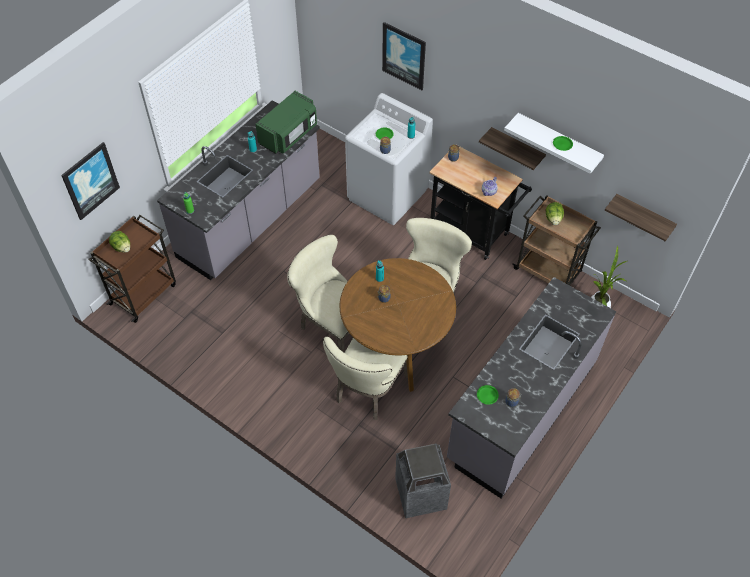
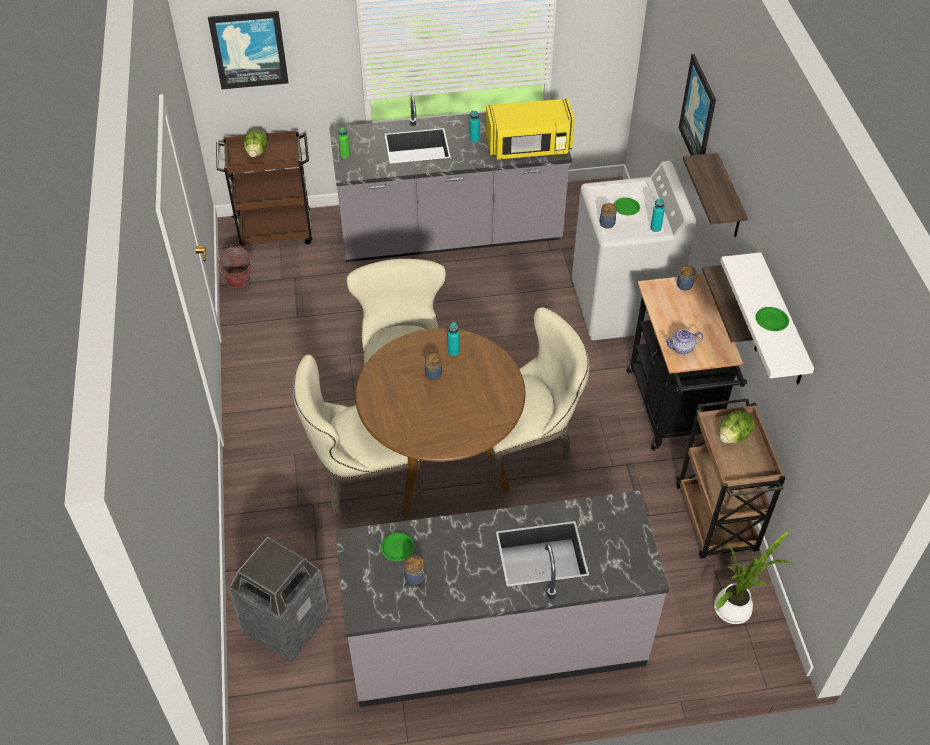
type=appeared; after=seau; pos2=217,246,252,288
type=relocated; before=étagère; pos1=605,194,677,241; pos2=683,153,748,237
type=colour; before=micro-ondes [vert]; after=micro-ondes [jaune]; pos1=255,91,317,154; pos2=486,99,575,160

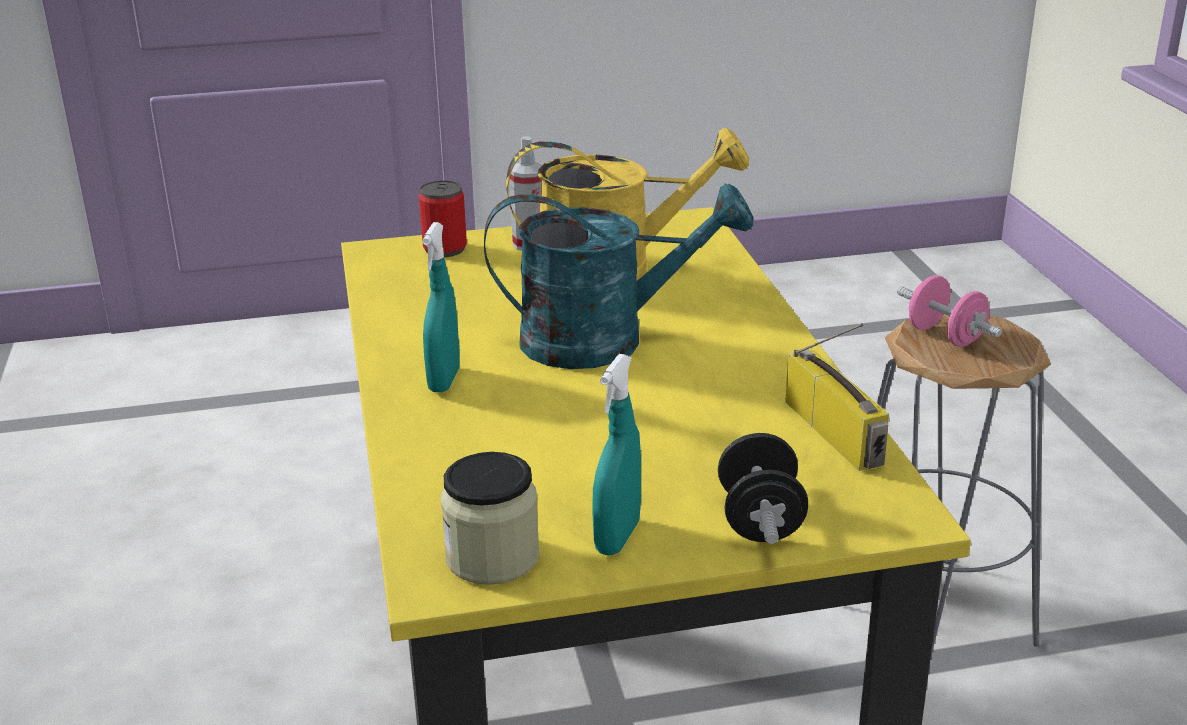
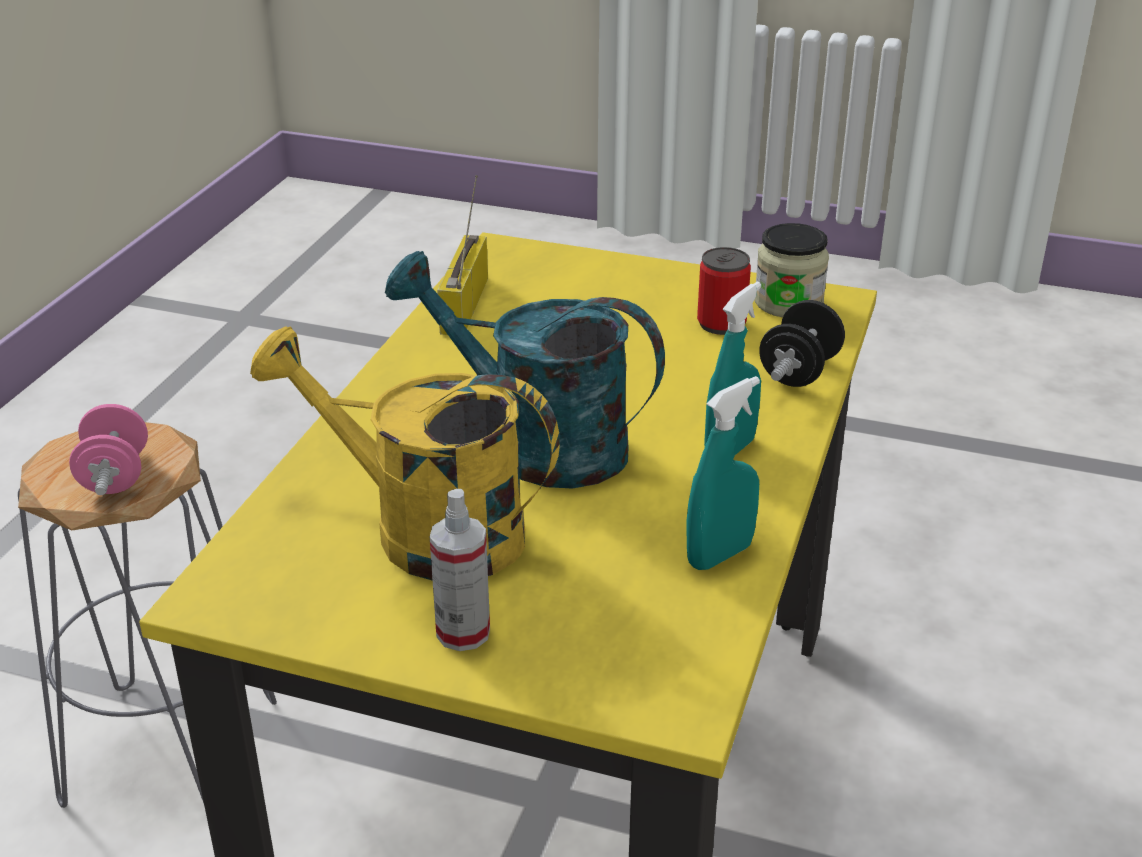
type=relocated; before=boîte métallique; pos1=419,180,467,257; pos2=697,247,751,335
type=relocated; before=vaporisateur [turquoise]; pos1=592,354,641,555; pos2=687,376,760,570
type=relocated; before=haltère [noir]; pos1=718,433,808,544; pos2=759,300,845,387

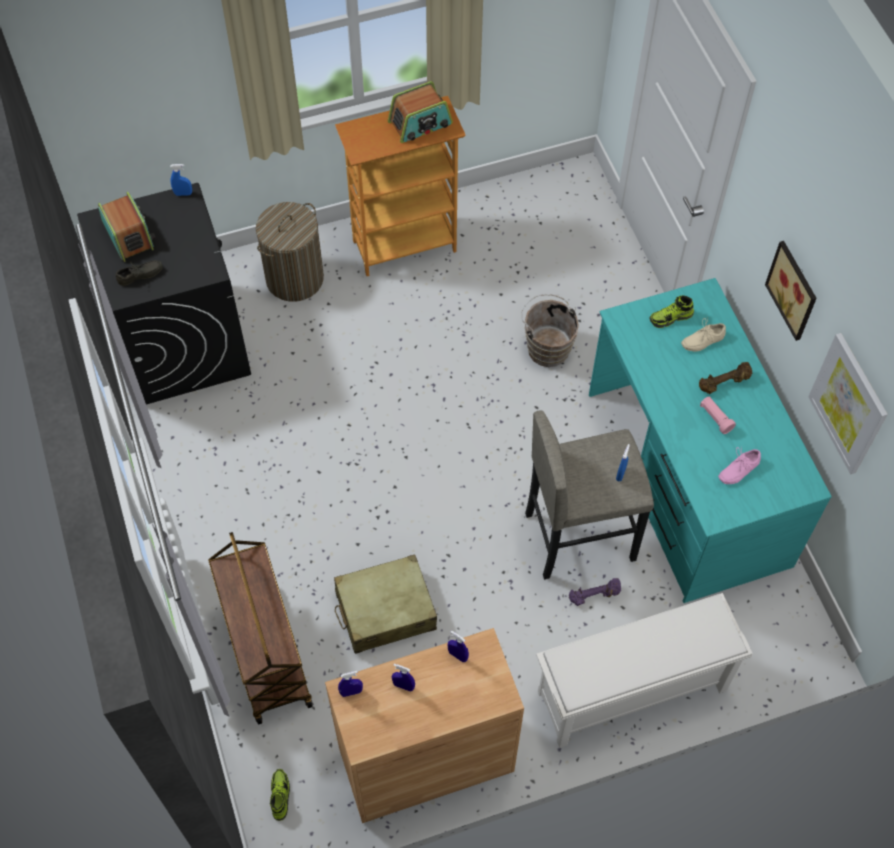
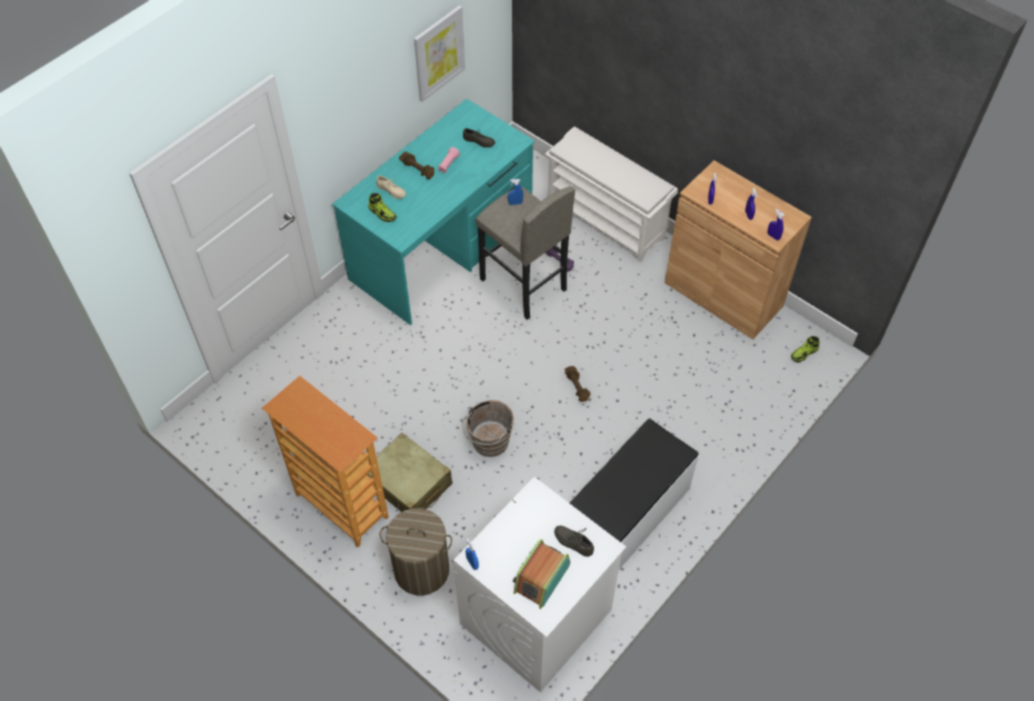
type=missing; before=chariot [marron]; pos1=208,532,312,725
type=missing; before=radio; pos1=388,81,453,143
type=missing; before=tableau; pos1=765,241,817,341
type=appeared; after=haltère [marron]; pos2=564,366,591,402
type=appeared; after=banc [blanc]; pos2=570,418,699,569
type=relocated; before=valise [beige]; pos1=334,554,437,654; pos2=368,433,453,512
type=relocated; before=seau [marron]; pos1=521,294,579,367; pos2=462,400,514,457
type=colour; before=lave-linge [noir]; after=lave-linge [blanc]; pos1=77,183,251,405; pos2=453,477,626,693
type=colour; before=chaussure [rose]; after=chaussure [gris]; pos1=718,446,761,484; pos2=463,128,495,148

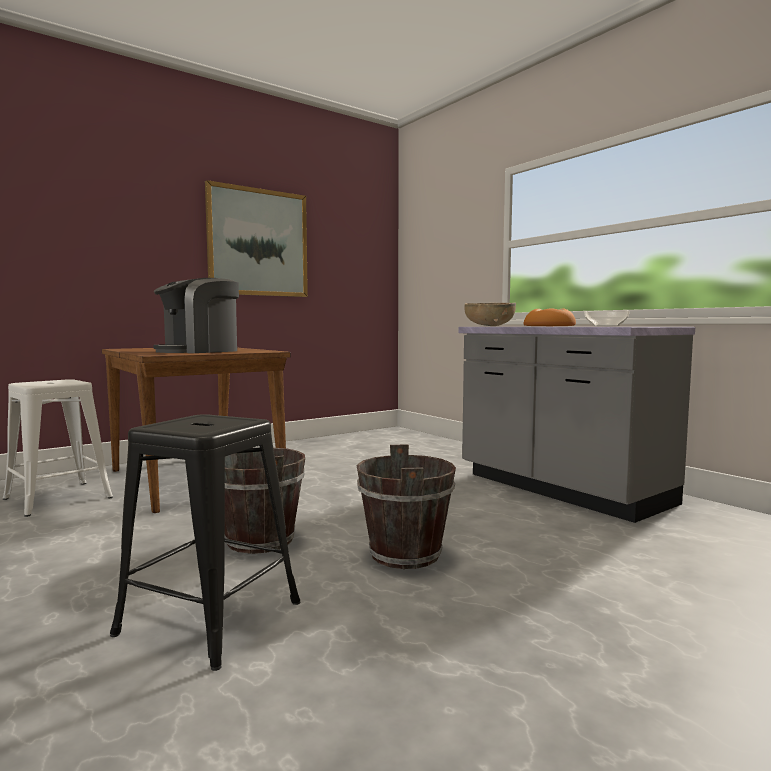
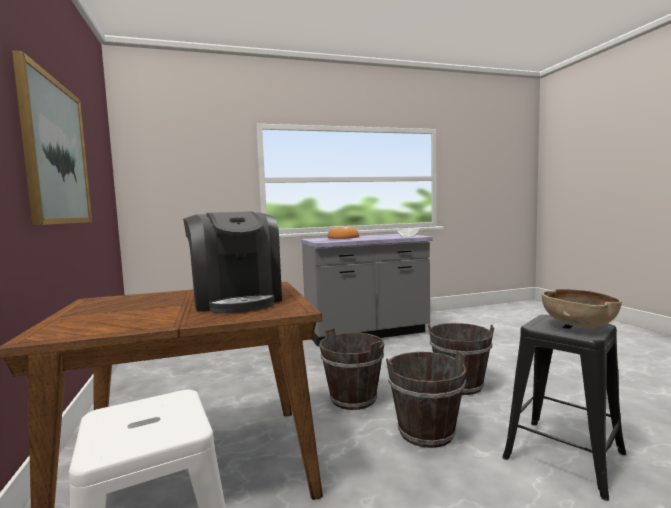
type=appeared; after=seau [marron]; pos2=319,328,384,410
type=relocated; before=bol [marron]; pos1=464,303,516,326; pos2=542,289,622,328

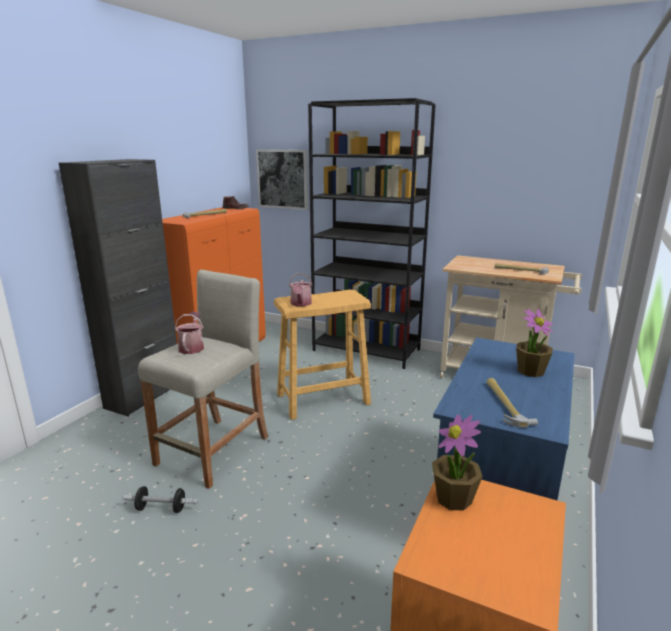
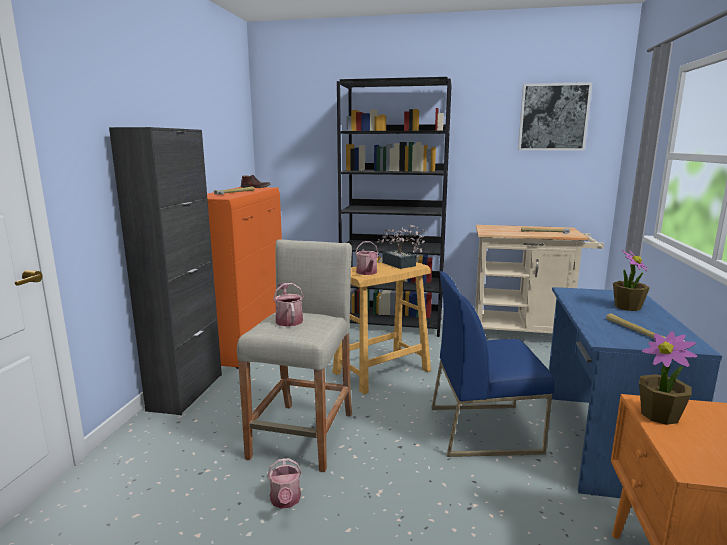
type=appeared; after=plante en pot; pos2=377,225,427,269
type=appeared; after=chaise [bleu]; pos2=431,271,555,457
type=relocated; before=tableau; pos1=256,149,308,210; pos2=518,82,592,150
type=exchanged; before=haltère; after=arrosoir; pos1=122,486,198,513; pos2=267,458,302,509

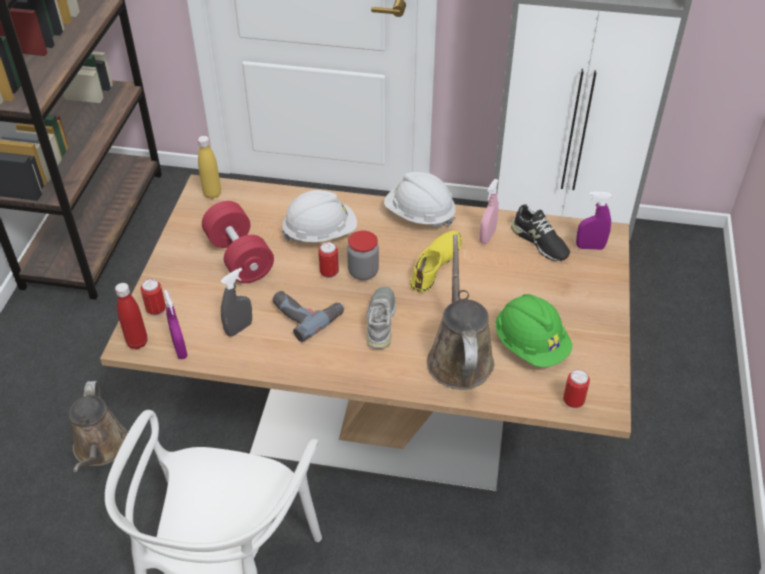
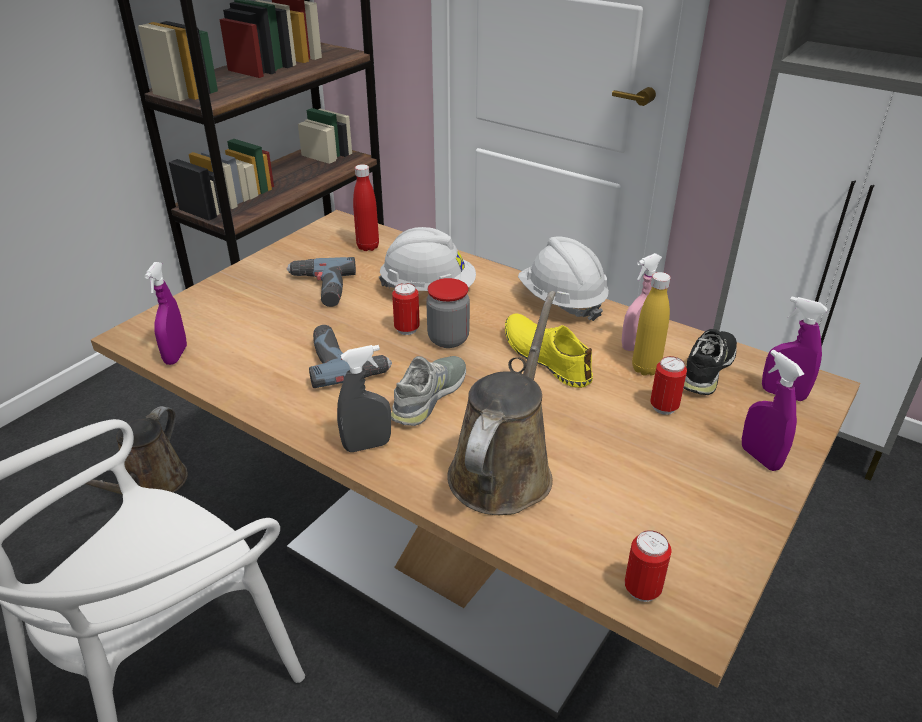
type=missing; before=casque de chantier [vert]; pos1=495,294,572,367
type=appeared; after=vaporisateur [violet]; pos2=742,350,804,471
type=relocated; before=bouteille [rouge]; pos1=115,283,147,349; pos2=353,164,379,251
type=relocated; before=boîte métallique; pos1=141,279,166,316; pos2=650,356,687,415
type=relocated; before=bouteille [jaune]; pos1=198,136,221,199; pos2=632,272,671,376
type=relocated; before=vaporisateur [gris]; pos1=220,267,252,336; pos2=337,345,391,452
type=exchanged; before=haltère [rouge]; after=perceuse; pos1=202,201,274,283; pos2=287,257,356,307
type=spun; before=chaussure [jaune]; pos1=410,231,462,293; pos2=505,314,593,388; turn=-90
type=spun; before=chaussure [noir]; pos1=511,204,570,261; pos2=684,329,737,395; turn=-135

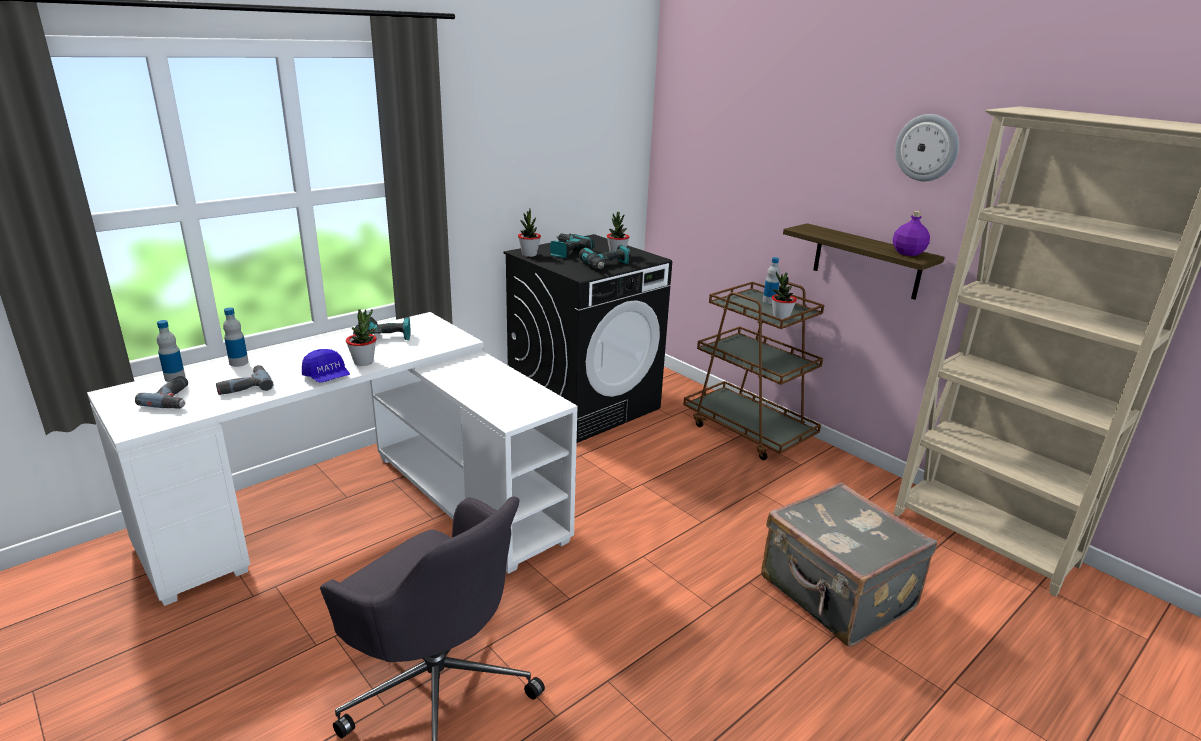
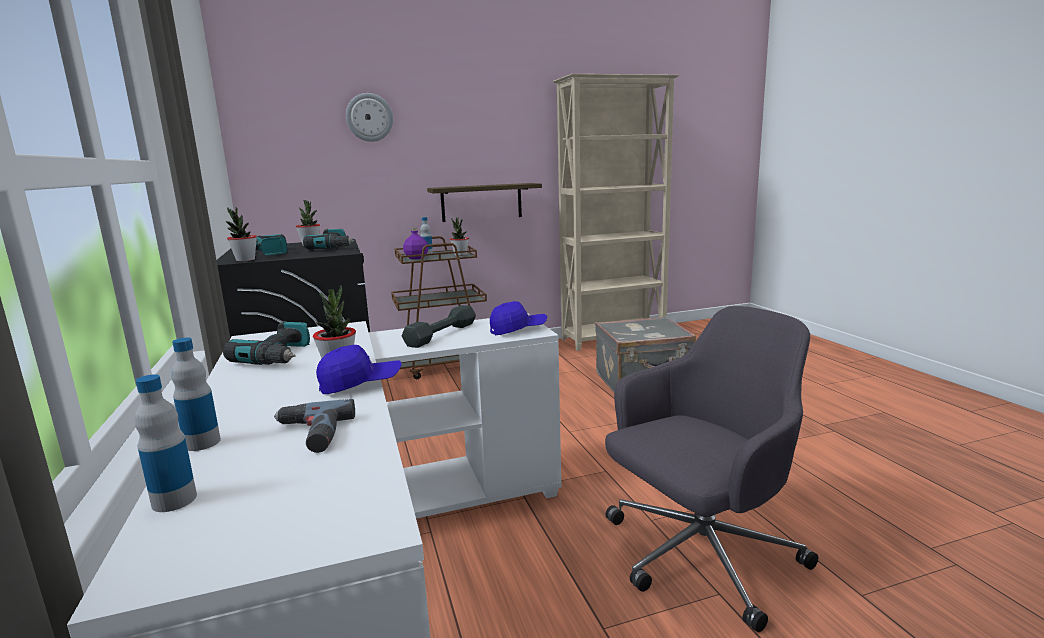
type=missing; before=perceuse; pos1=135,376,188,409
type=appeared; after=haltère [gris]; pos2=402,305,476,348
type=appeared; after=casquette [bleu]; pos2=490,301,547,335
type=relocated; before=bouteille [violet]; pos1=893,211,930,256; pos2=403,227,428,259
type=relocated; before=horloge murale; pos1=895,114,959,181; pos2=346,93,393,142

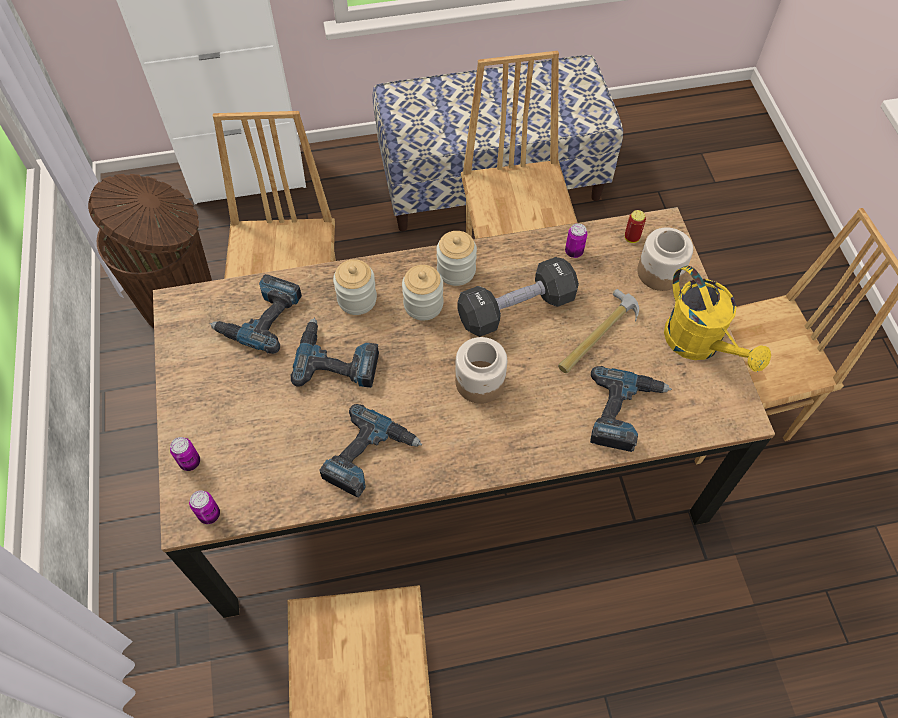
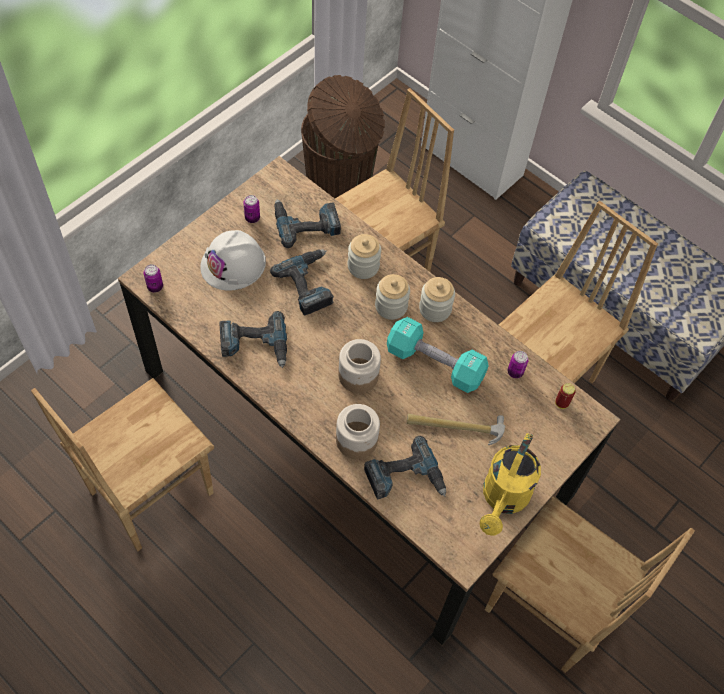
type=appeared; after=casque de chantier [blanc]; pos2=200,230,266,291
type=relocated; before=boîte métallique; pos1=170,437,200,471; pos2=243,195,260,223
type=relocated; before=bocal; pos1=637,228,693,291; pos2=336,404,380,459
type=colour; before=haltère [noir]; after=haltère [turquoise]; pos1=457,257,579,337; pos2=387,317,489,393

